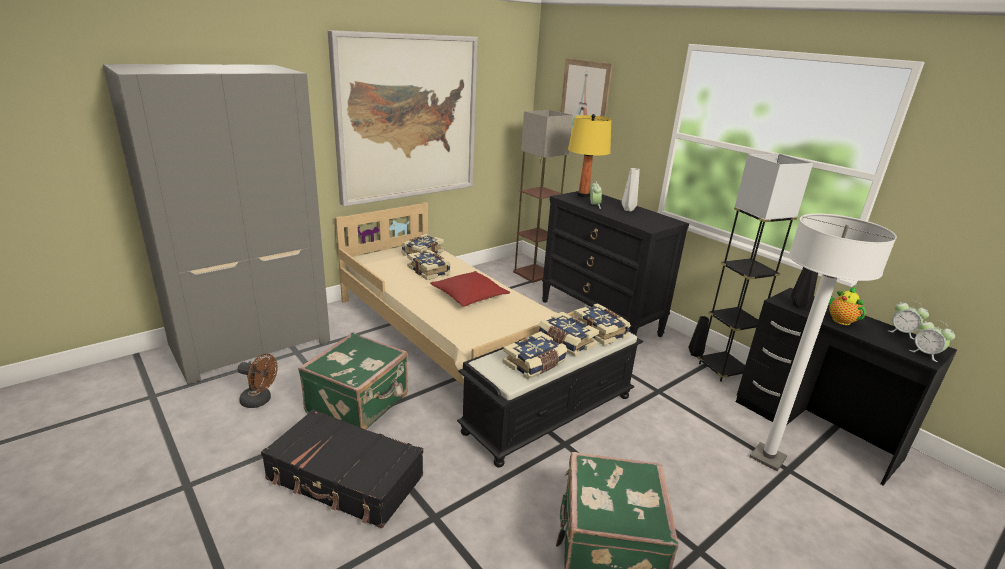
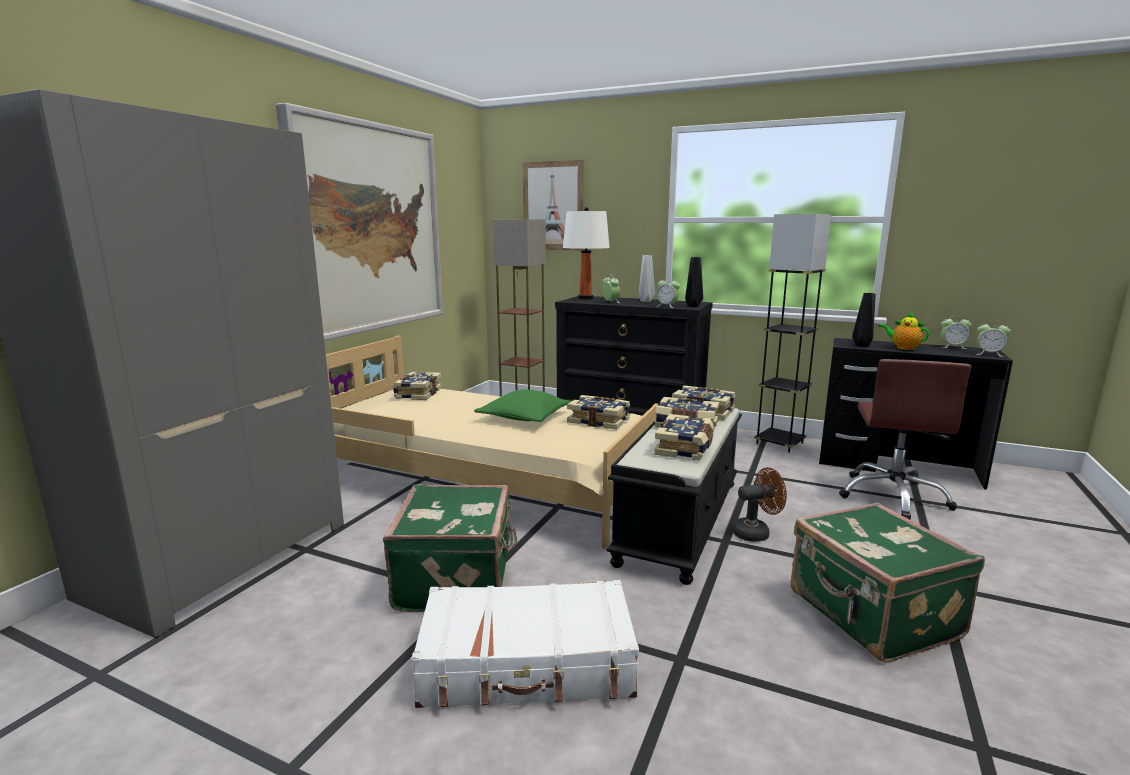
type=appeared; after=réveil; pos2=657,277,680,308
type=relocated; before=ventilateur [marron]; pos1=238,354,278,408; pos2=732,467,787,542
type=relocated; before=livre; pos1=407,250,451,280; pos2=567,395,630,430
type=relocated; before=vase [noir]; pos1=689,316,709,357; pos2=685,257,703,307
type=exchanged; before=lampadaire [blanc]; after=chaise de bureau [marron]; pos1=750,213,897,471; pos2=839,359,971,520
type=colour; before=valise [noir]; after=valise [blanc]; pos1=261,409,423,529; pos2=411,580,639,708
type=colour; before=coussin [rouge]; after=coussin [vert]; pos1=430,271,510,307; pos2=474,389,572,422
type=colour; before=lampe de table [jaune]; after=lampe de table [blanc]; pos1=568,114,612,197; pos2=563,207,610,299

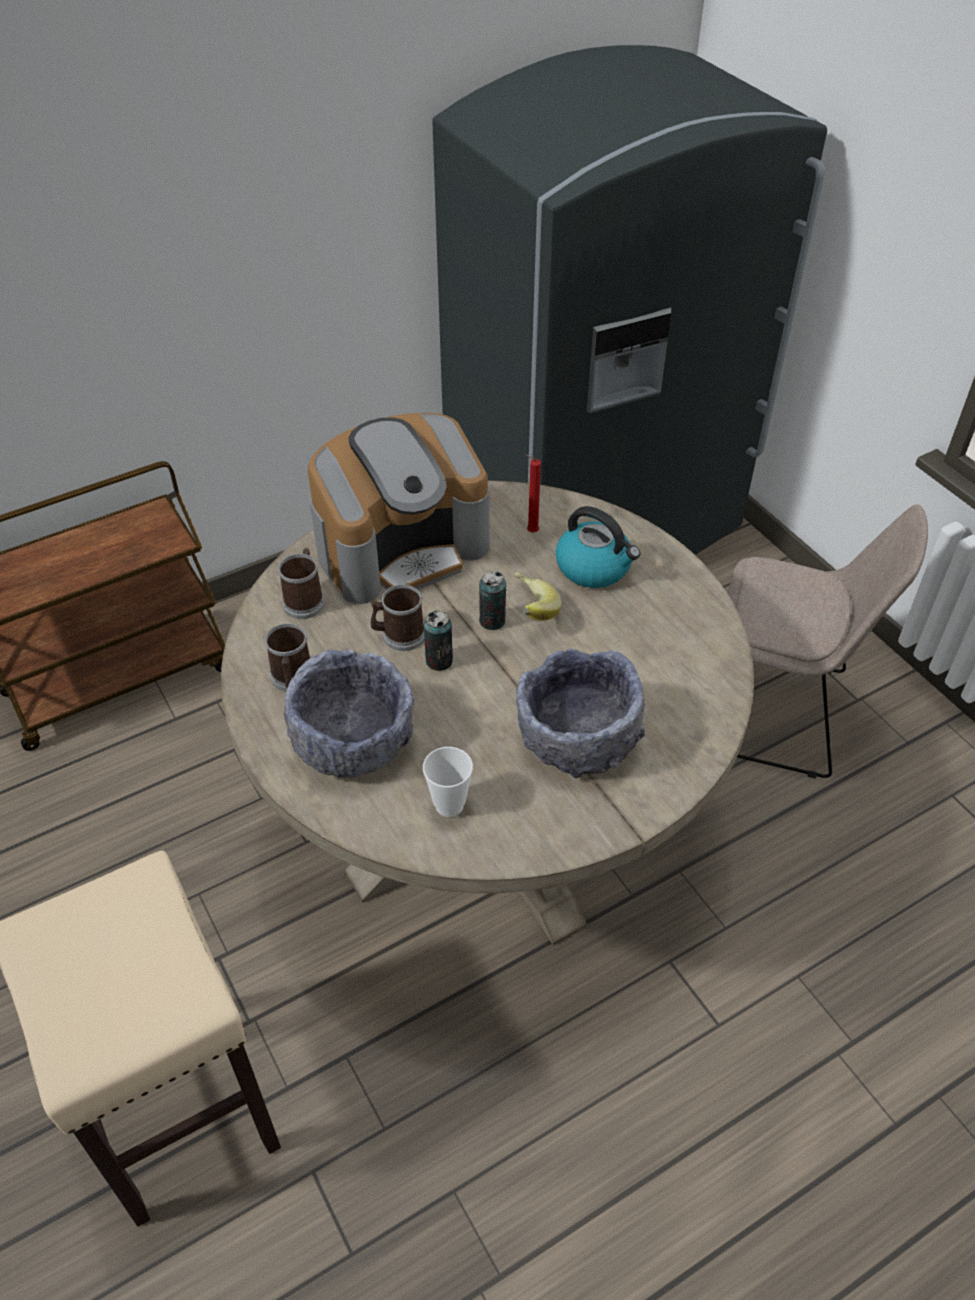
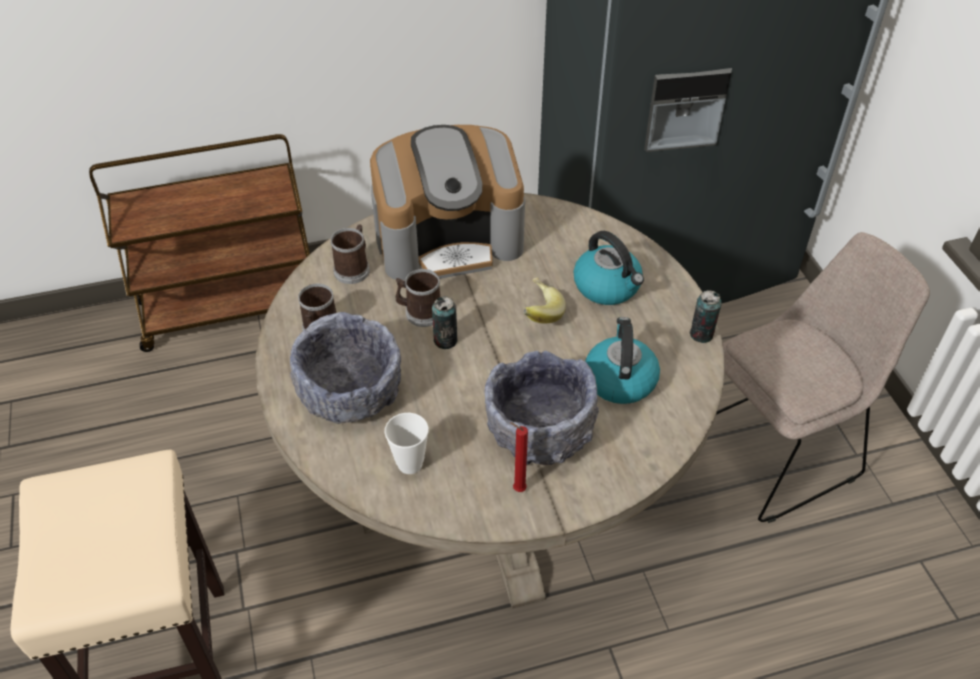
type=appeared; after=bouilloire; pos2=585,317,660,404
type=relocated; before=boîte métallique; pos1=479,571,506,630; pos2=690,290,722,343
type=relocated; before=bougie [rouge]; pos1=525,455,541,533; pos2=510,422,528,492
type=spun; before=chaise [beige]; pos1=728,504,928,779; pos2=716,232,930,523; turn=-60

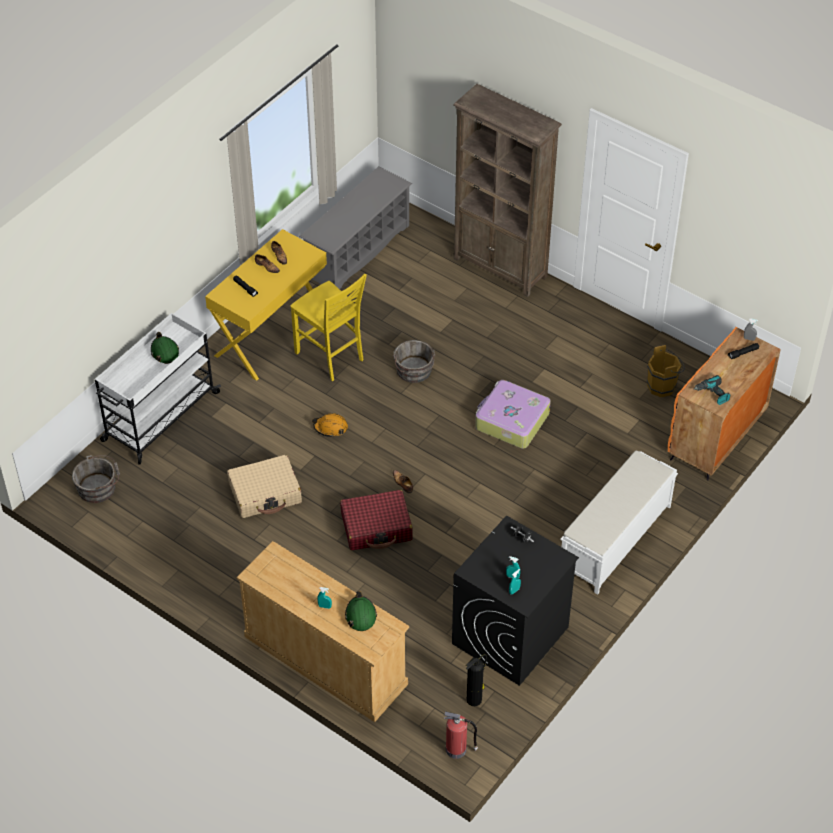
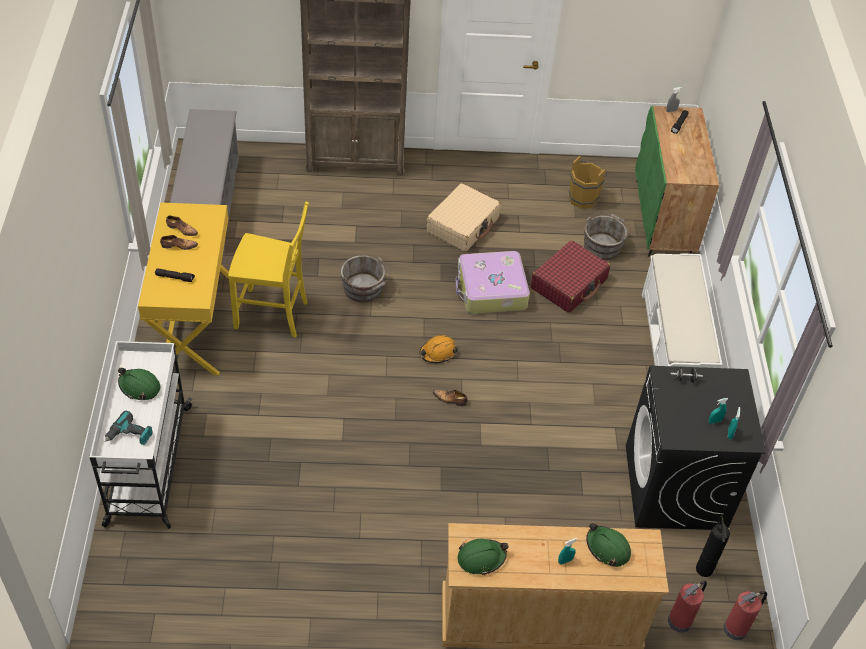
type=appeared; after=casque de chantier [vert]; pos2=458,539,508,575
type=appeared; after=extincteur; pos2=668,580,707,633
type=relocated; before=seau [gris]; pos1=72,455,120,503; pos2=584,212,631,260
type=relocated; before=valise [beige]; pos1=227,455,302,518; pos2=426,183,501,252
type=relocated; before=casque de chantier [orange]; pos1=312,413,348,438; pos2=419,335,457,363
type=relocated; before=valise [rouge]; pos1=340,490,413,550; pos2=531,240,610,313
type=relocated; before=perceuse; pos1=693,375,730,405; pos2=105,411,152,445
type=colour; before=meuble de rangement [orange]; after=meuble de rangement [vert]; pos1=668,327,781,480; pos2=635,106,719,257

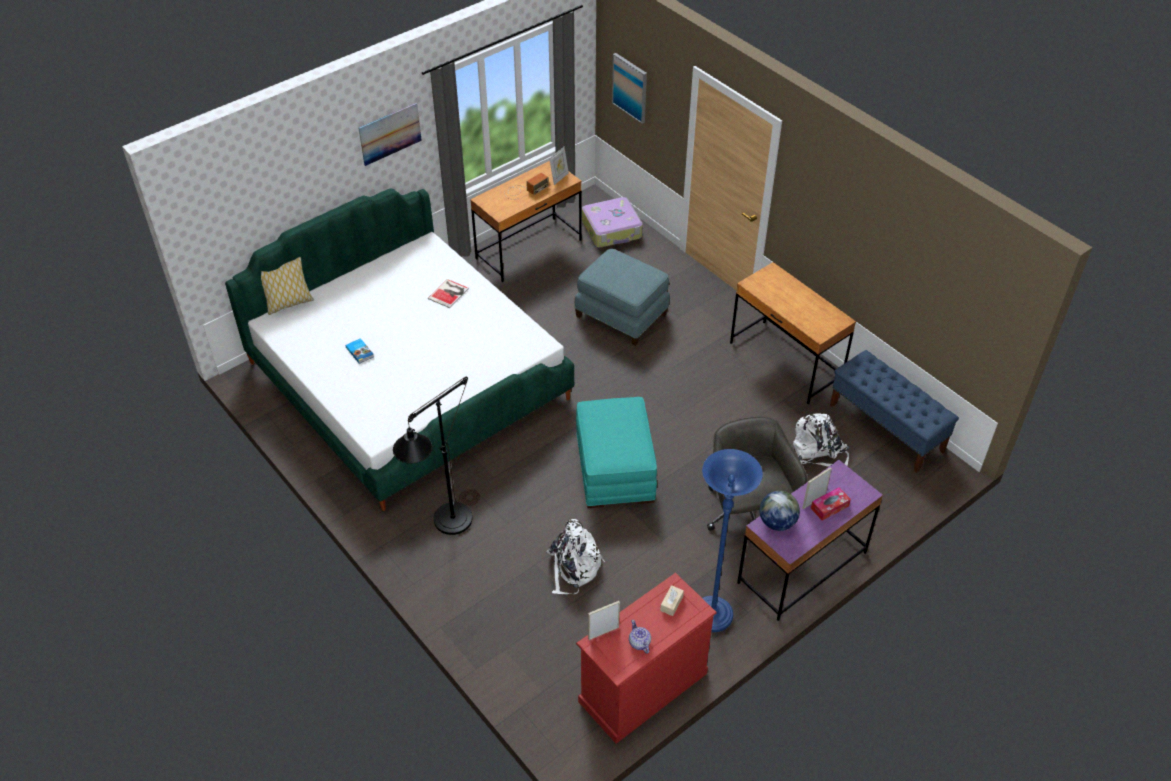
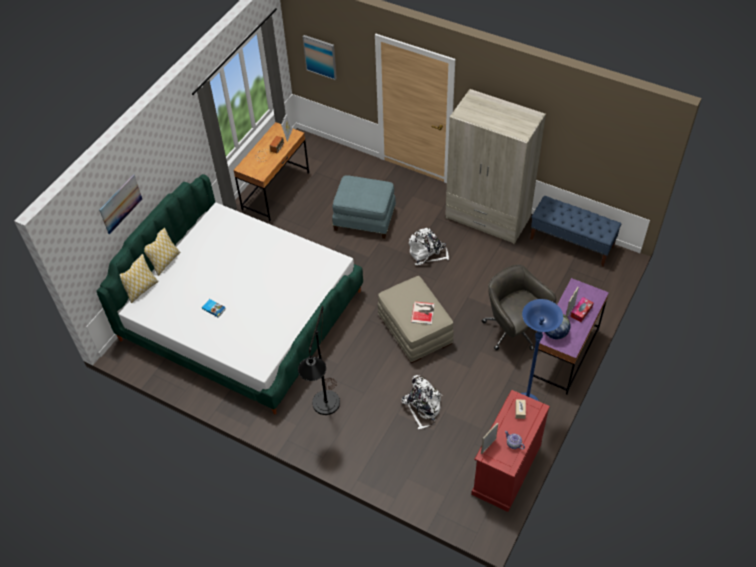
type=missing; before=valise; pos1=582,197,643,248
type=appeared; after=coussin; pos2=144,228,180,276
type=relocated; before=tableau; pos1=359,103,422,166; pos2=99,174,142,234
type=relocated; before=livre; pos1=428,279,469,308; pos2=411,301,435,325
type=relocated; before=sac à dos [blanc]; pos1=793,413,850,467; pos2=409,228,449,265
type=exchanged; before=bureau [marron]; after=armoire [beige]; pos1=730,262,856,404; pos2=445,89,546,244
type=colour; before=pouf [turquoise]; after=pouf [beige]; pos1=576,397,657,508; pos2=378,276,454,363

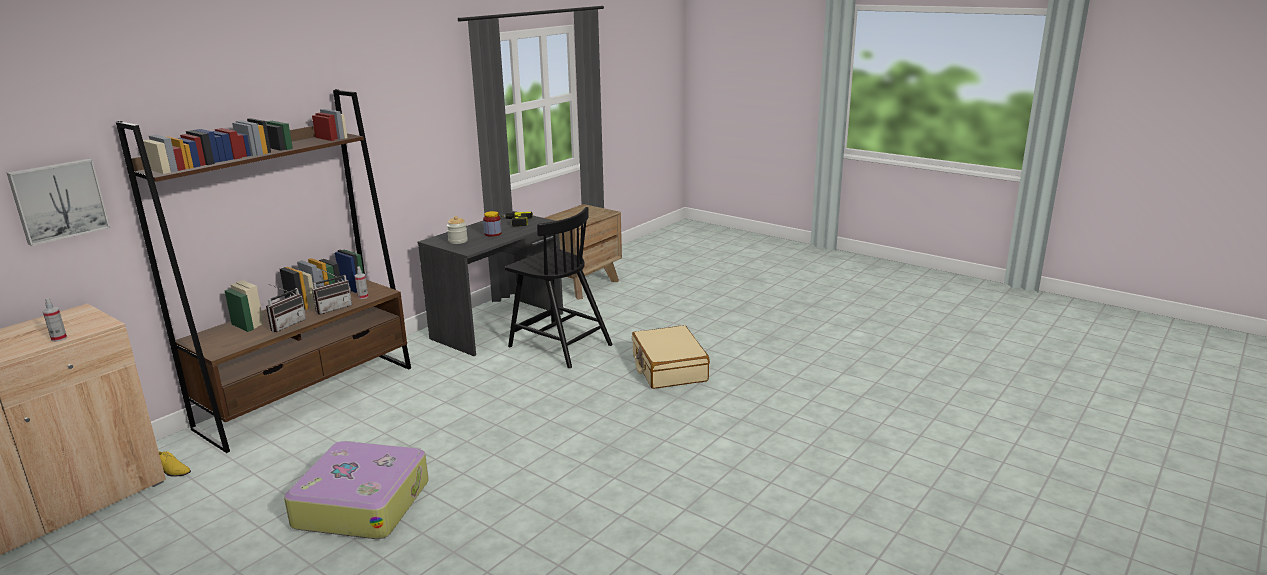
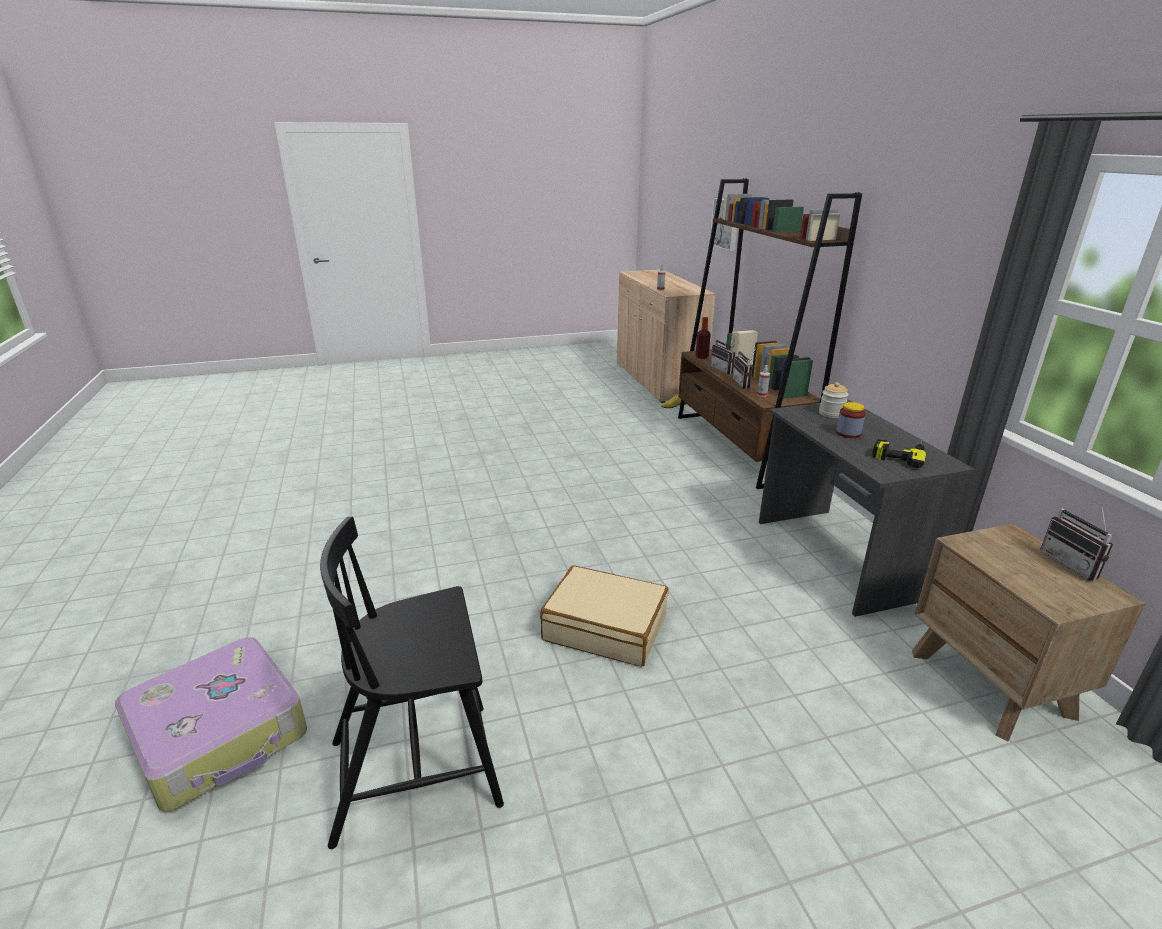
type=appeared; after=bouteille; pos2=695,317,710,359
type=appeared; after=radio; pos2=1040,503,1113,581
type=relocated; before=valise; pos1=284,441,429,539; pos2=115,637,307,812
type=relocated; before=chaise [noir]; pos1=505,207,613,368; pos2=320,517,504,849

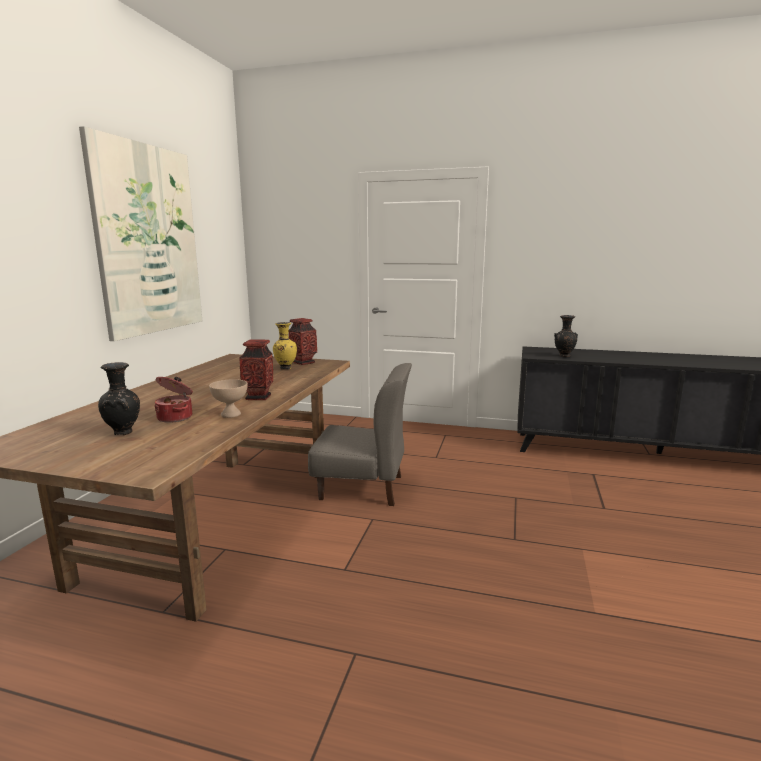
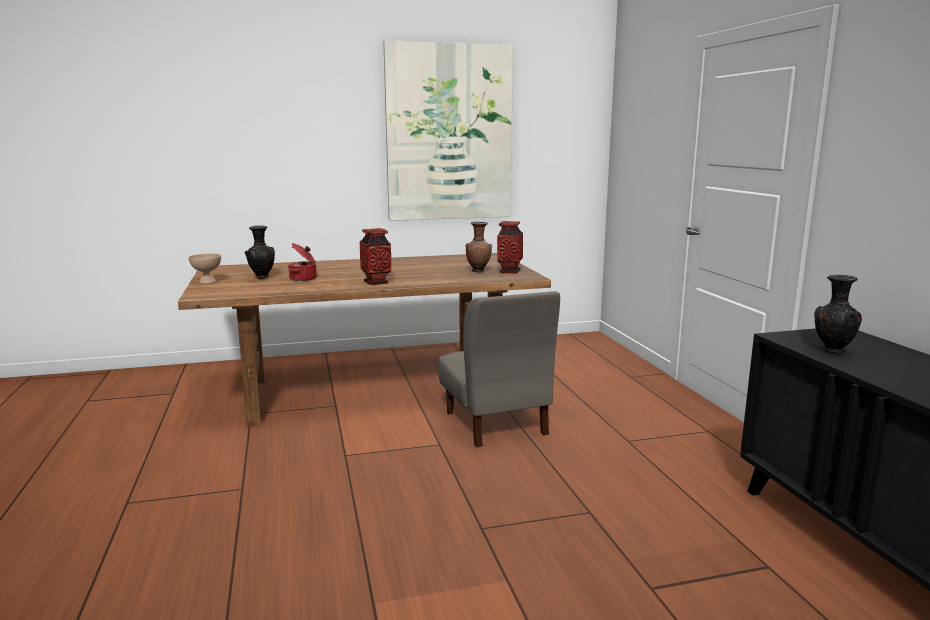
type=relocated; before=bol [beige]; pos1=209,379,248,418; pos2=188,254,221,284
type=colour; before=vase [jaune]; after=vase [marron]; pos1=273,322,297,370; pos2=465,222,492,273

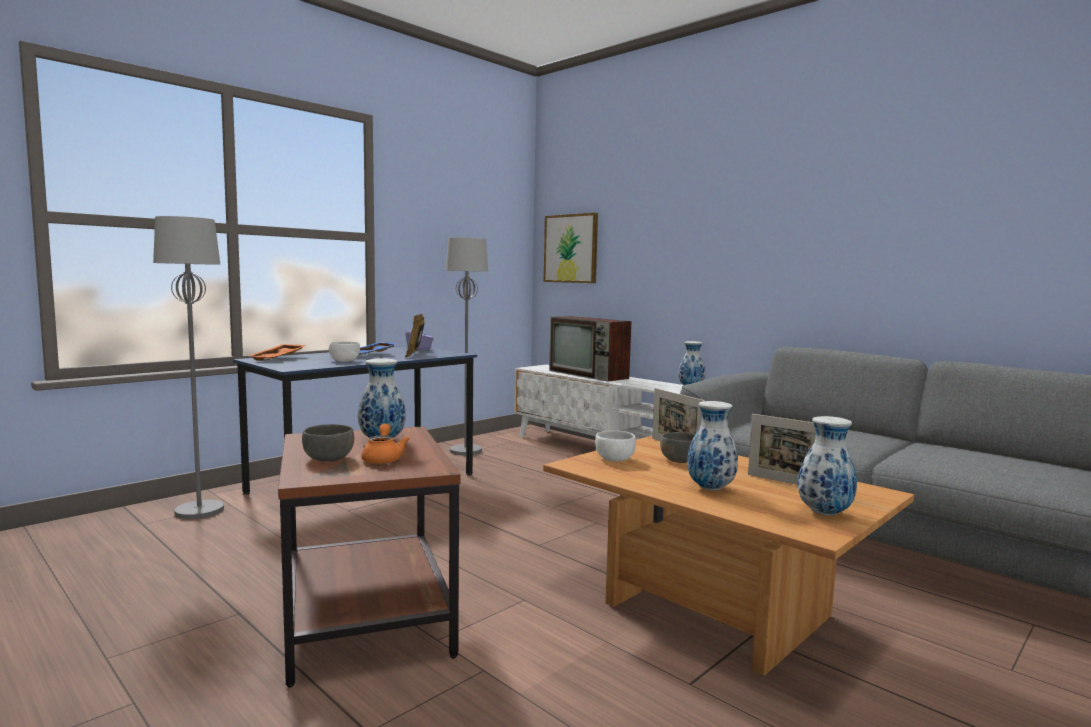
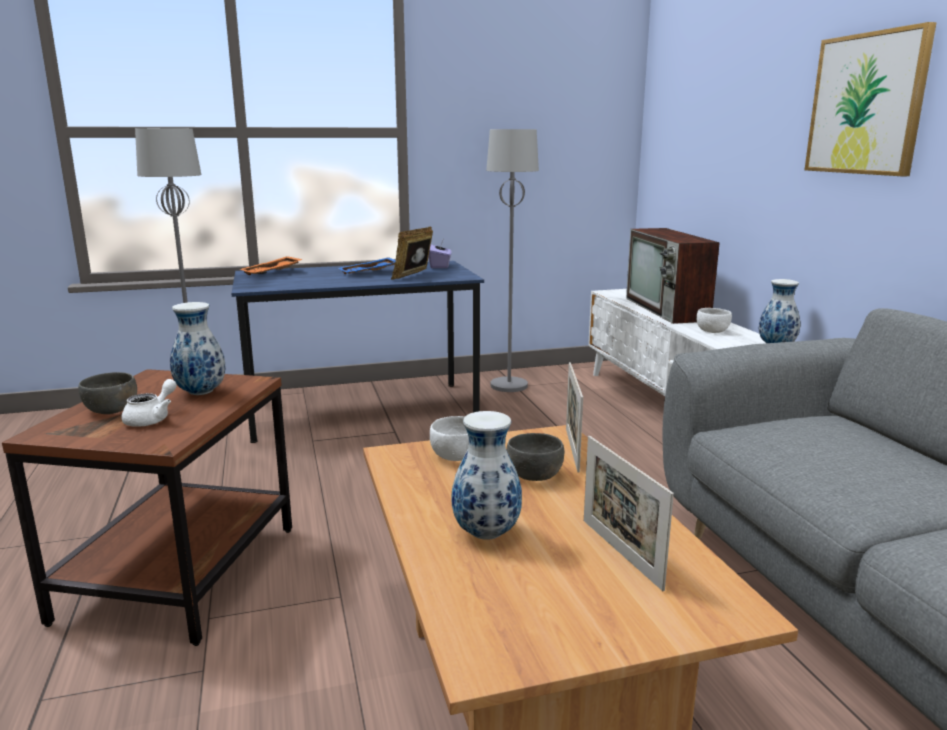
type=missing; before=vase; pos1=798,416,857,516
type=relocated; before=bol [blanc]; pos1=329,341,360,362; pos2=696,308,732,333
type=relocated; before=tableau; pos1=544,213,598,283; pos2=804,22,937,176
type=colour; before=théière [orange]; after=théière [blanc]; pos1=362,424,410,464; pos2=122,379,177,427

